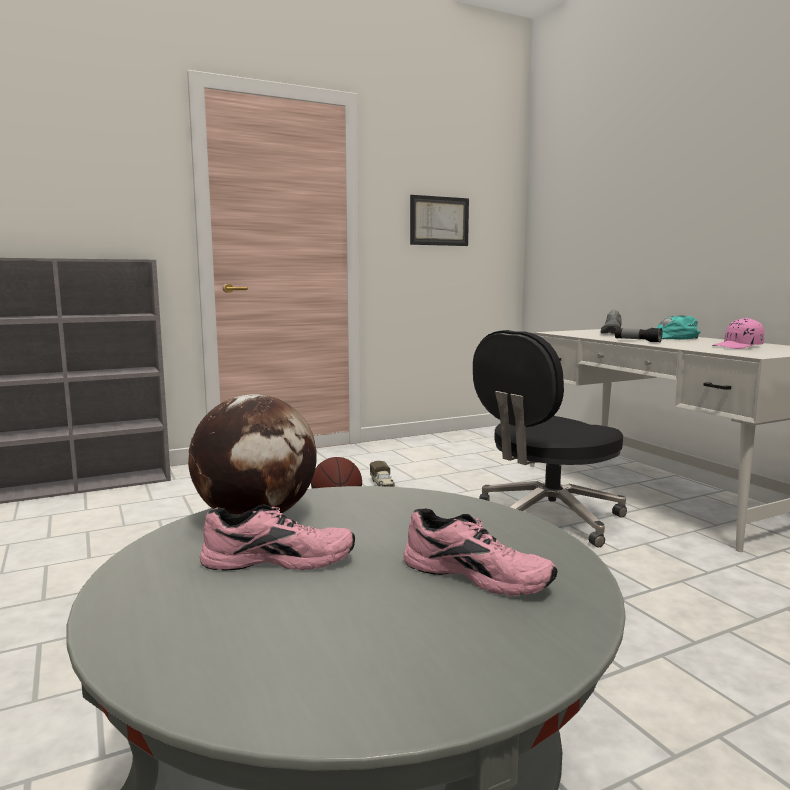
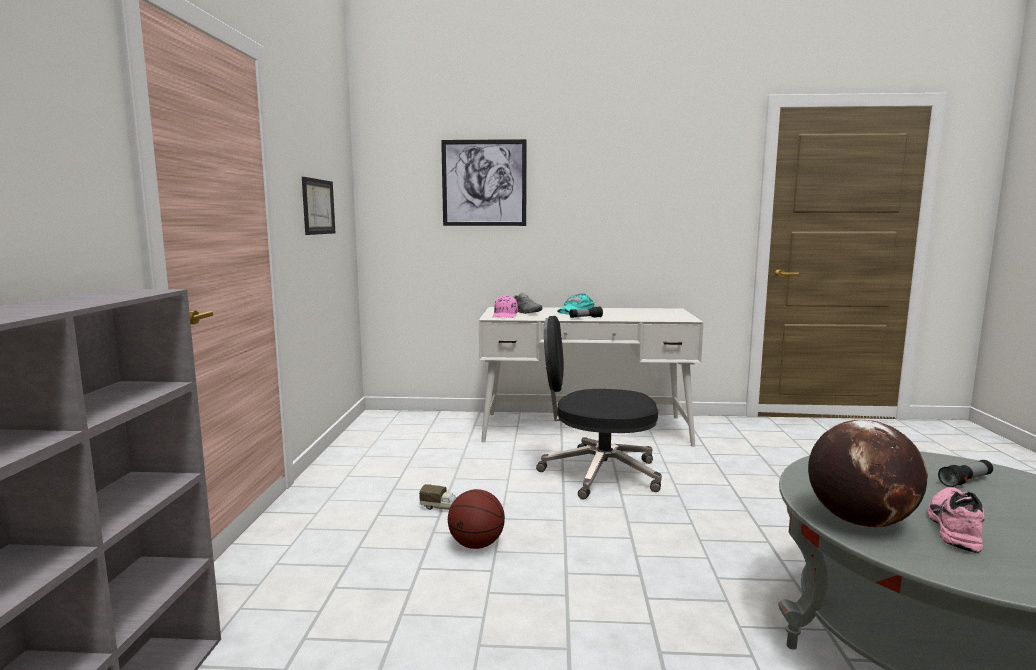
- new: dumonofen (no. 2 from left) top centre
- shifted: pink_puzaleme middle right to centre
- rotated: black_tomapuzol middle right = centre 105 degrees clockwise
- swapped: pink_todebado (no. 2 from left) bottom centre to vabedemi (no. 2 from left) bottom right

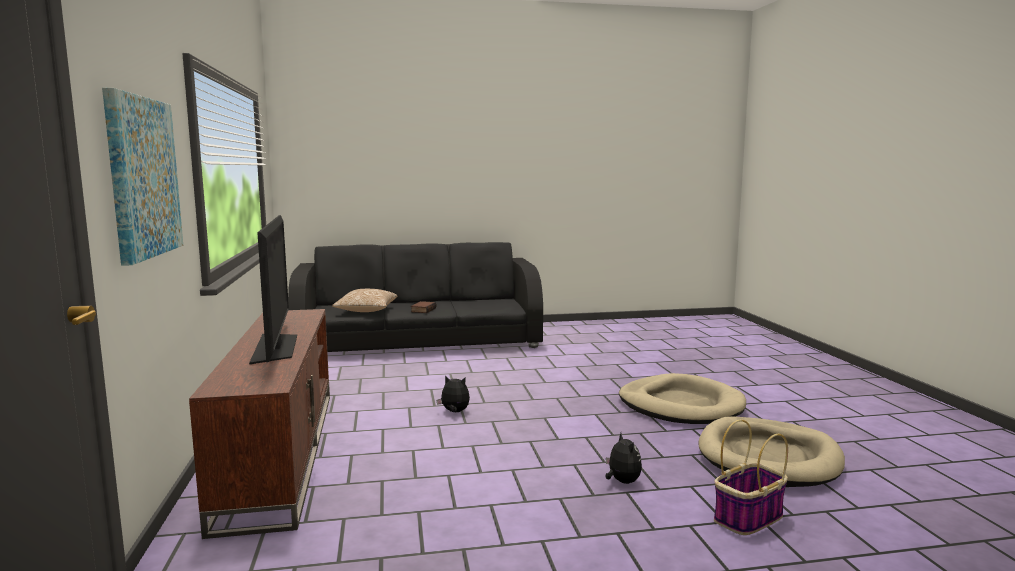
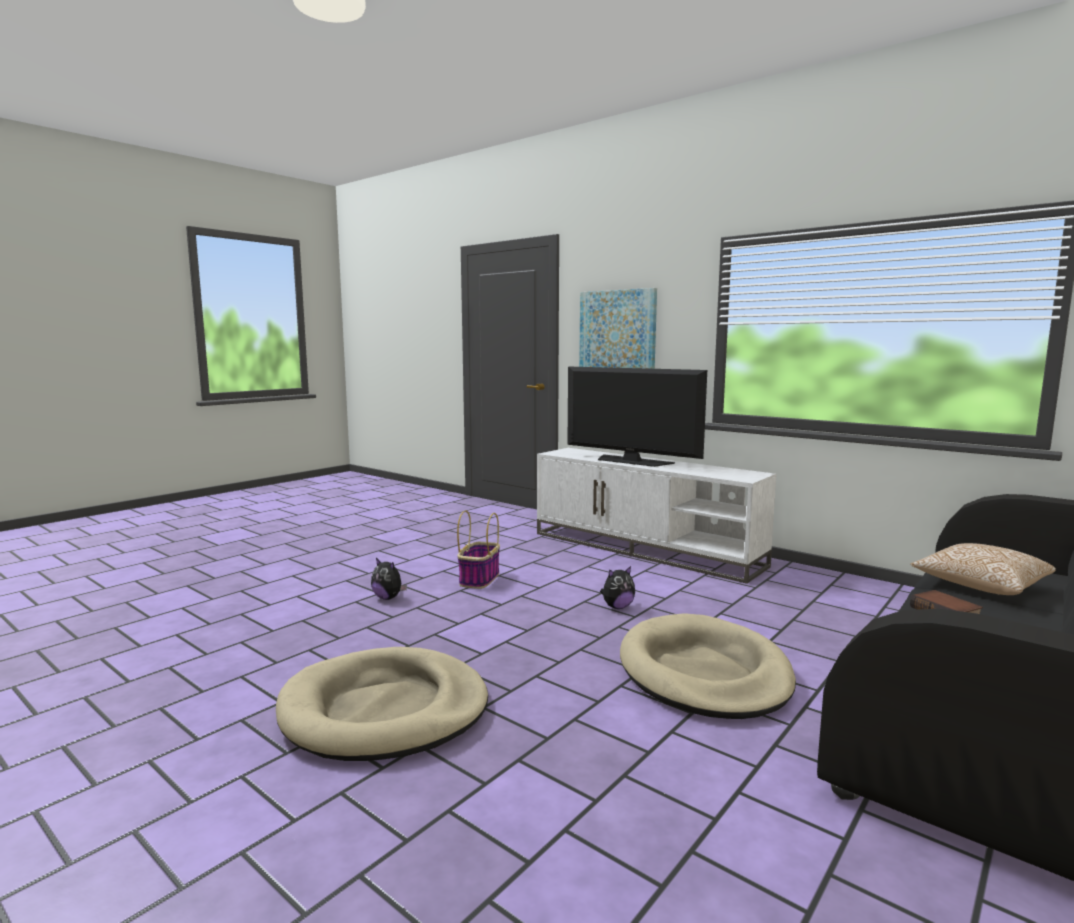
- shifted: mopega bottom right to centre
- repainted: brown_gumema bottom left to white_gumema centre
- shifted: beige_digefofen (no. 2 from left) bottom right to bottom centre

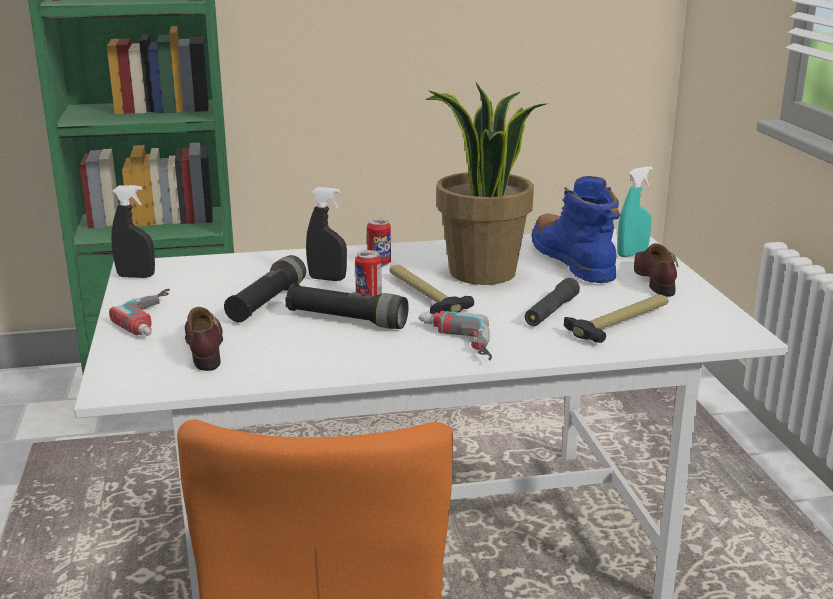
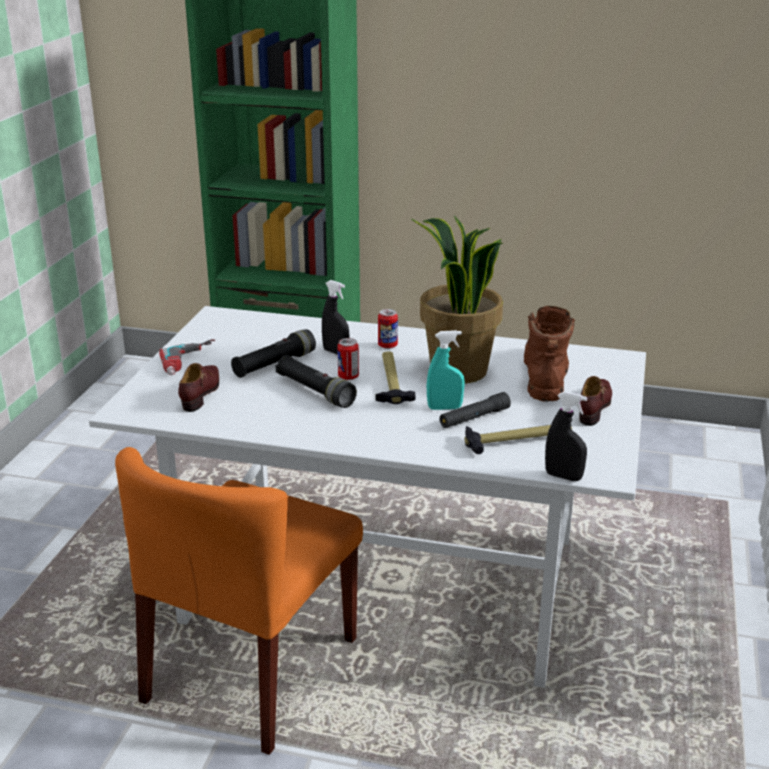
- shifted: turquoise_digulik middle right to centre
- repainted: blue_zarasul middle right to brown_zarasul middle right
- shifted: black_digulik (no. 1 from left in the first image) middle left to black_digulik (no. 2 from left) middle right
- gone: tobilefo (no. 2 from left) centre

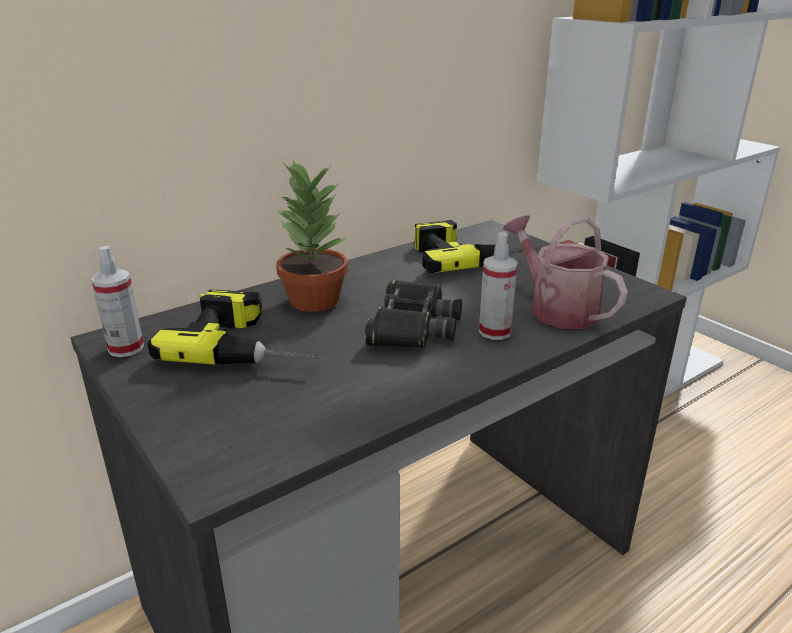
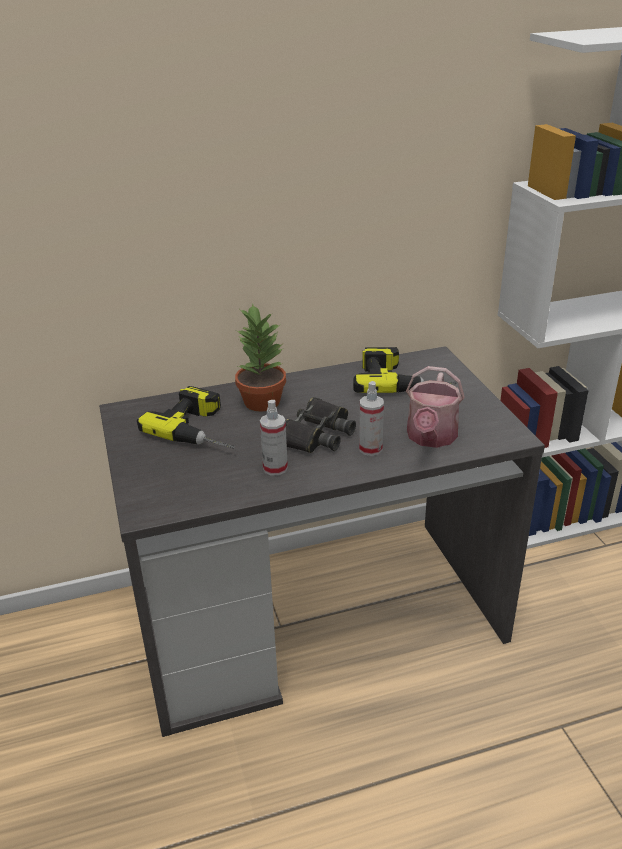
- shifted: digulik (no. 1 from left) middle left to centre
- rotated: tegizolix middle right = middle right 150 degrees counterclockwise

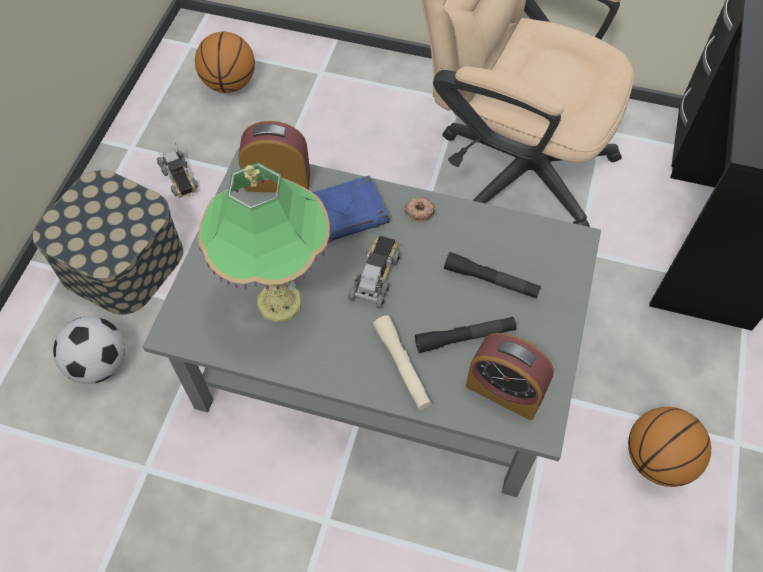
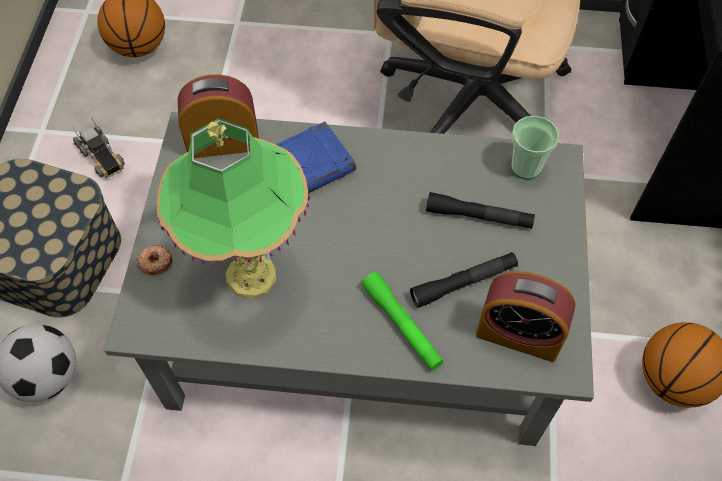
- shifted: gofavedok centre to middle left
- repainted: beige_vabedemi centre to green_vabedemi bottom centre
- new: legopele top right
- gone: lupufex (no. 2 from left) centre

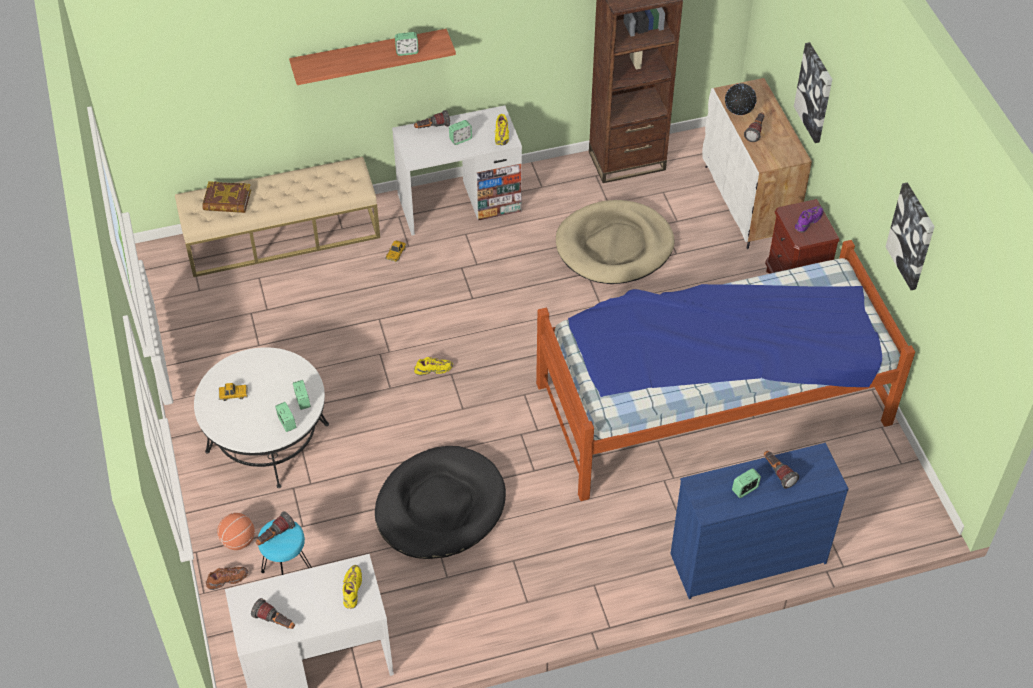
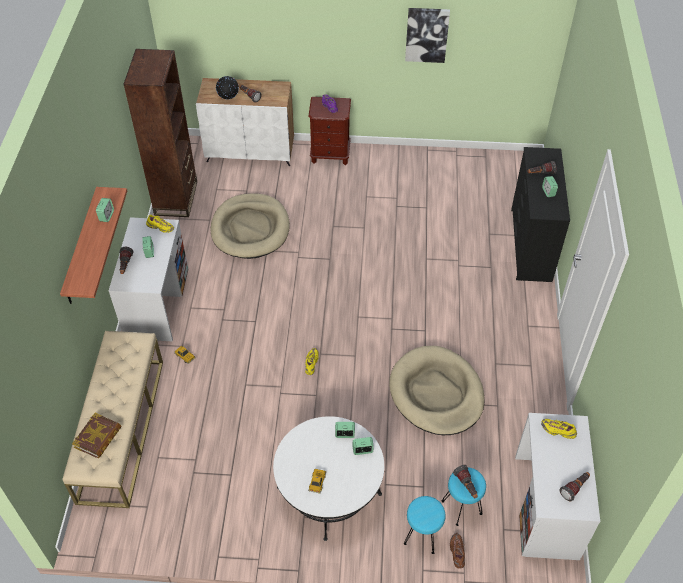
- repainted: black_digefofen bottom centre to beige_digefofen (no. 2 from left) bottom centre
- swapped: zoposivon bottom left to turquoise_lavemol (no. 1 from left) bottom centre
- repainted: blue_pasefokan bottom right to black_pasefokan middle right
- gone: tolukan middle right
- gone: dumonofen (no. 1 from left) top right

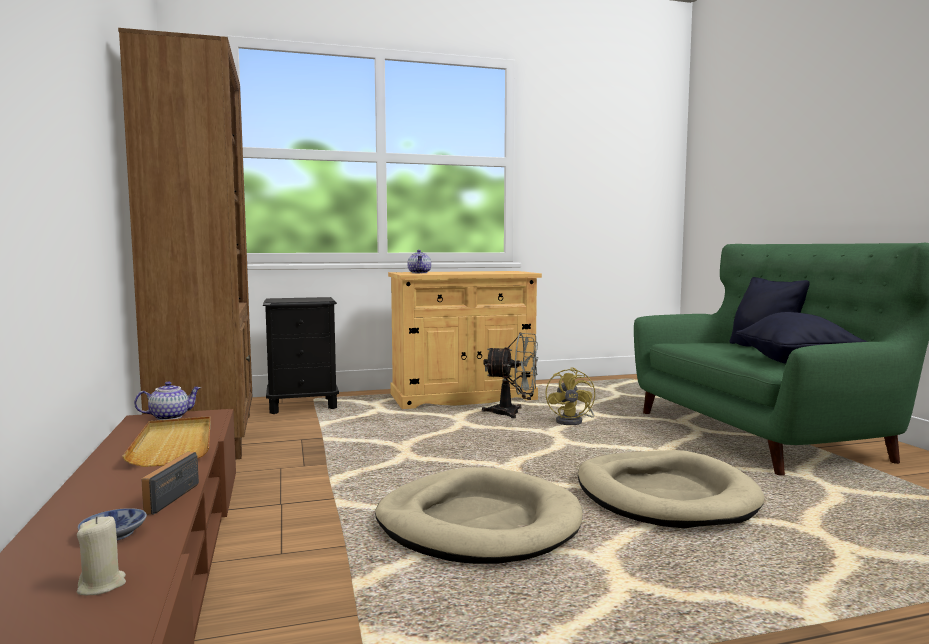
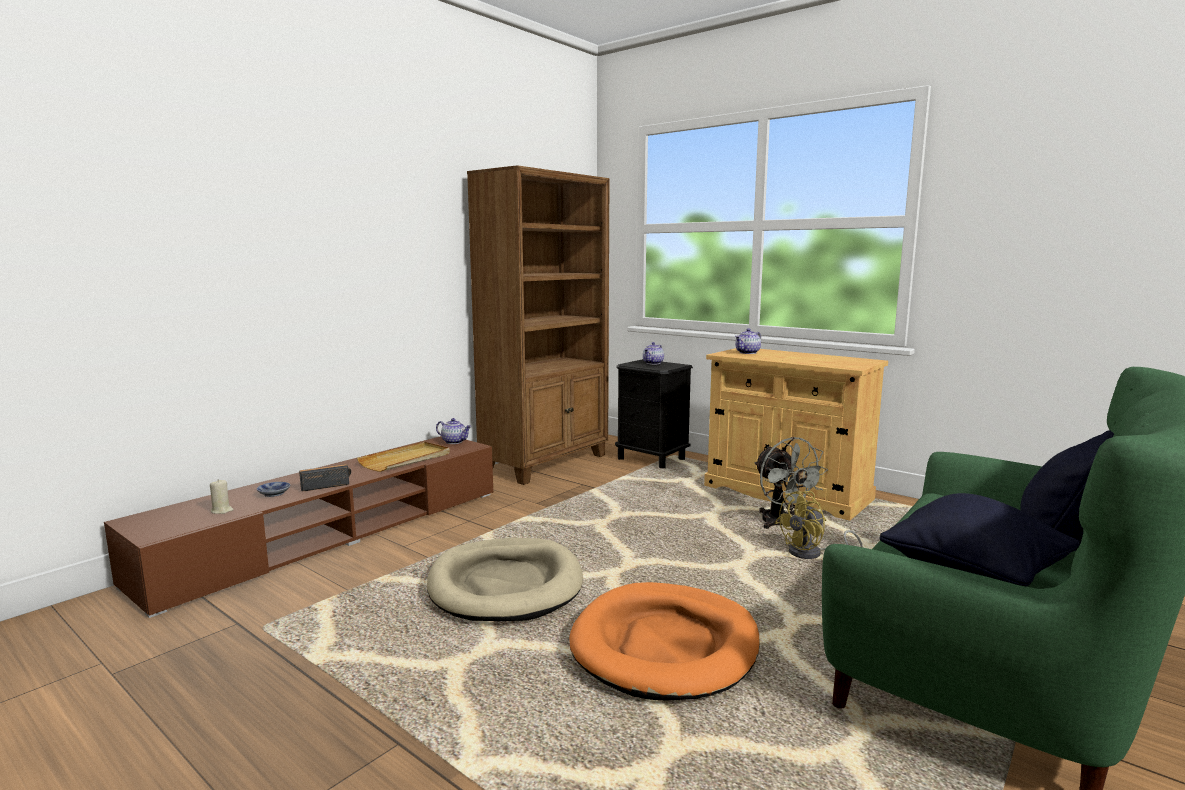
- repainted: beige_digefofen (no. 2 from left) bottom right to orange_digefofen bottom centre
- new: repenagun (no. 2 from left) centre

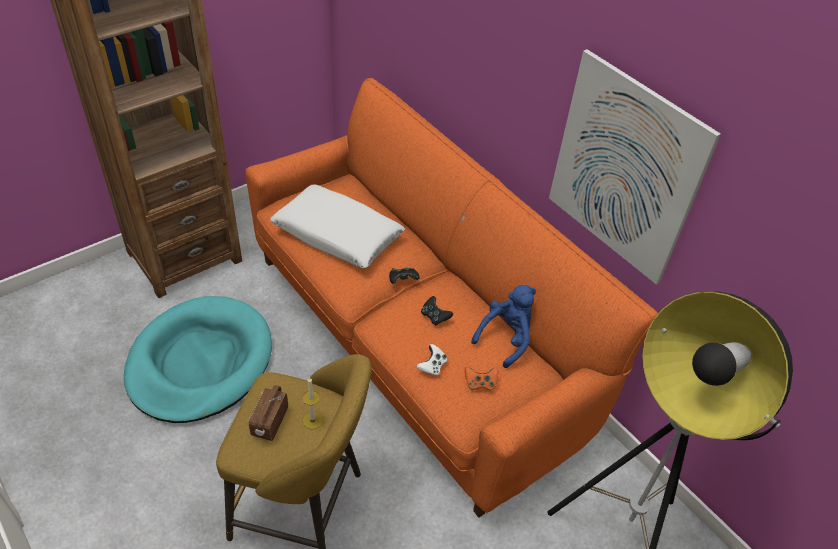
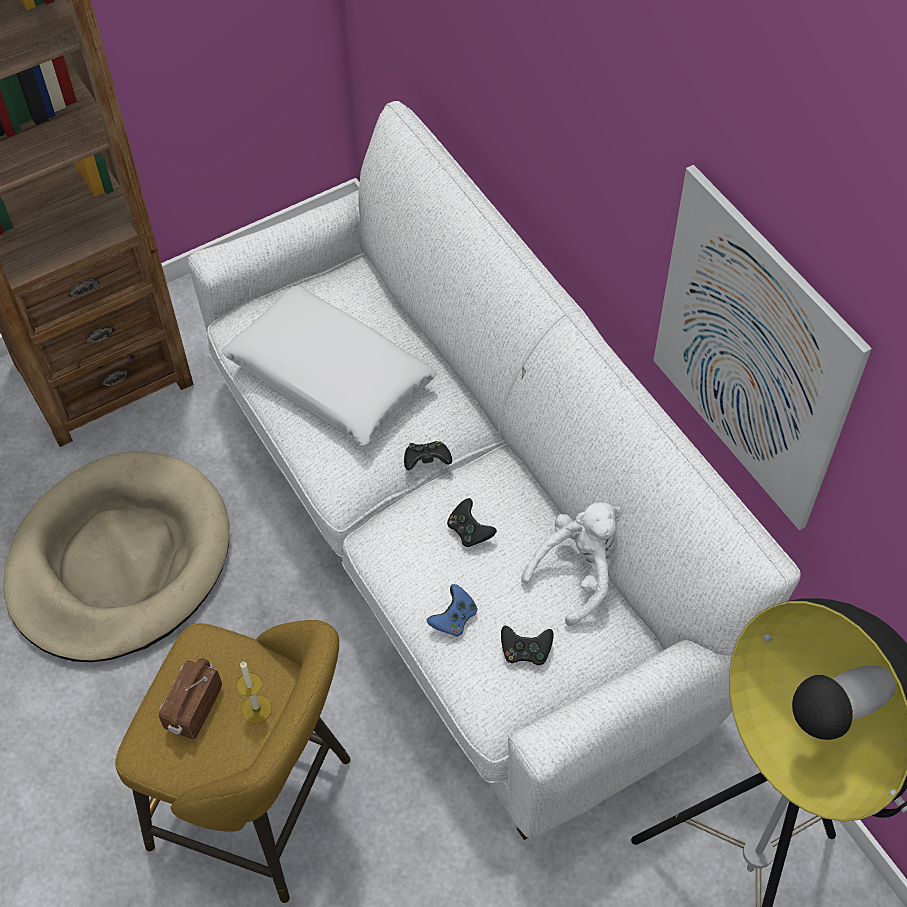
- repainted: turquoise_digefofen middle left to beige_digefofen middle left
- repainted: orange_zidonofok centre to white_zidonofok centre
- repainted: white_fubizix centre to blue_fubizix bottom centre
- repainted: orange_fubizix bottom centre to black_fubizix (no. 3 from left) bottom centre
- repainted: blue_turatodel centre to white_turatodel centre

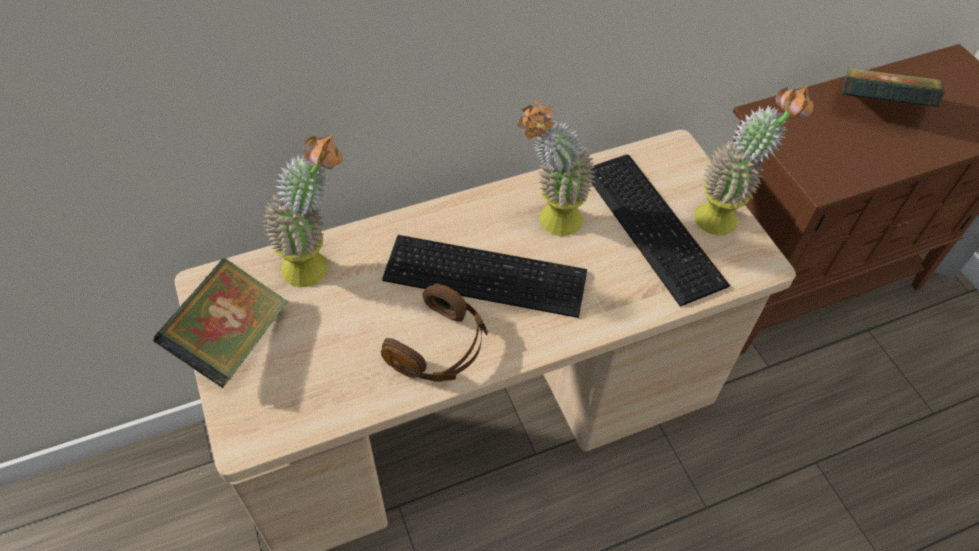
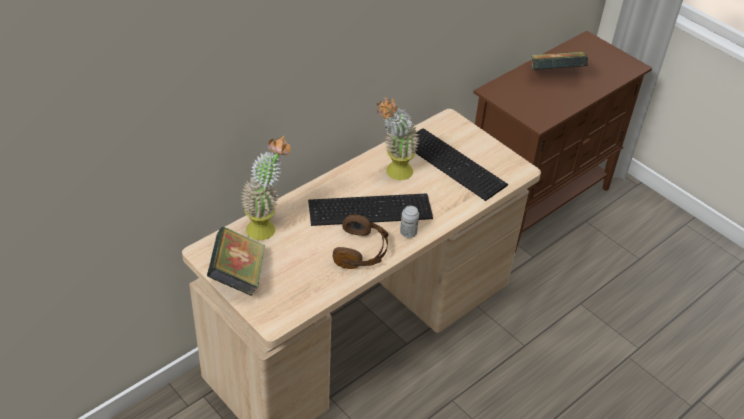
- new: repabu centre
- gone: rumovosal (no. 3 from left) top right

